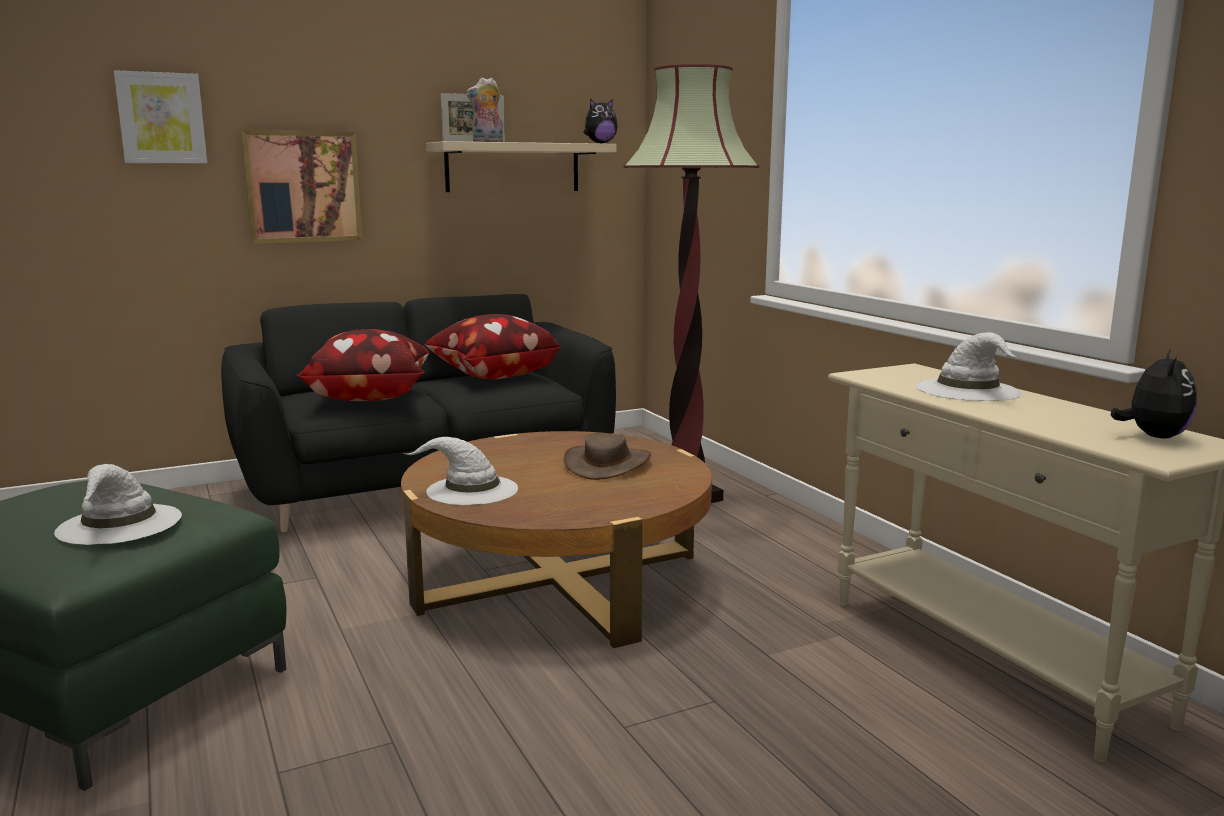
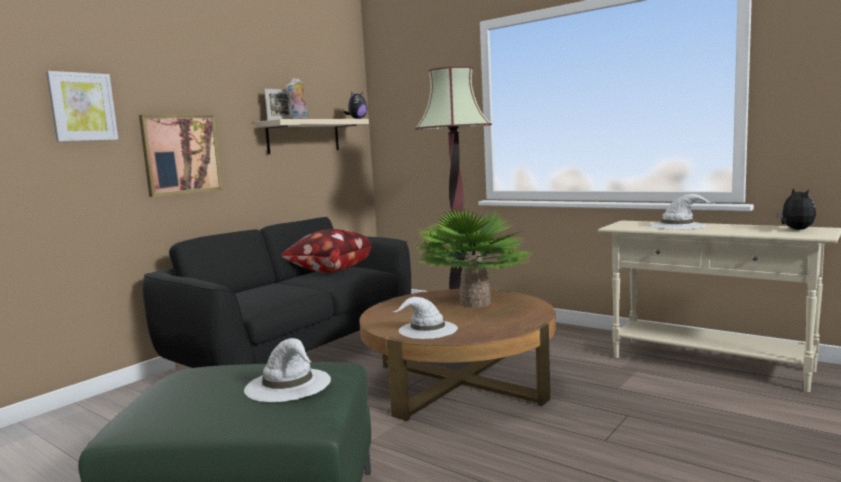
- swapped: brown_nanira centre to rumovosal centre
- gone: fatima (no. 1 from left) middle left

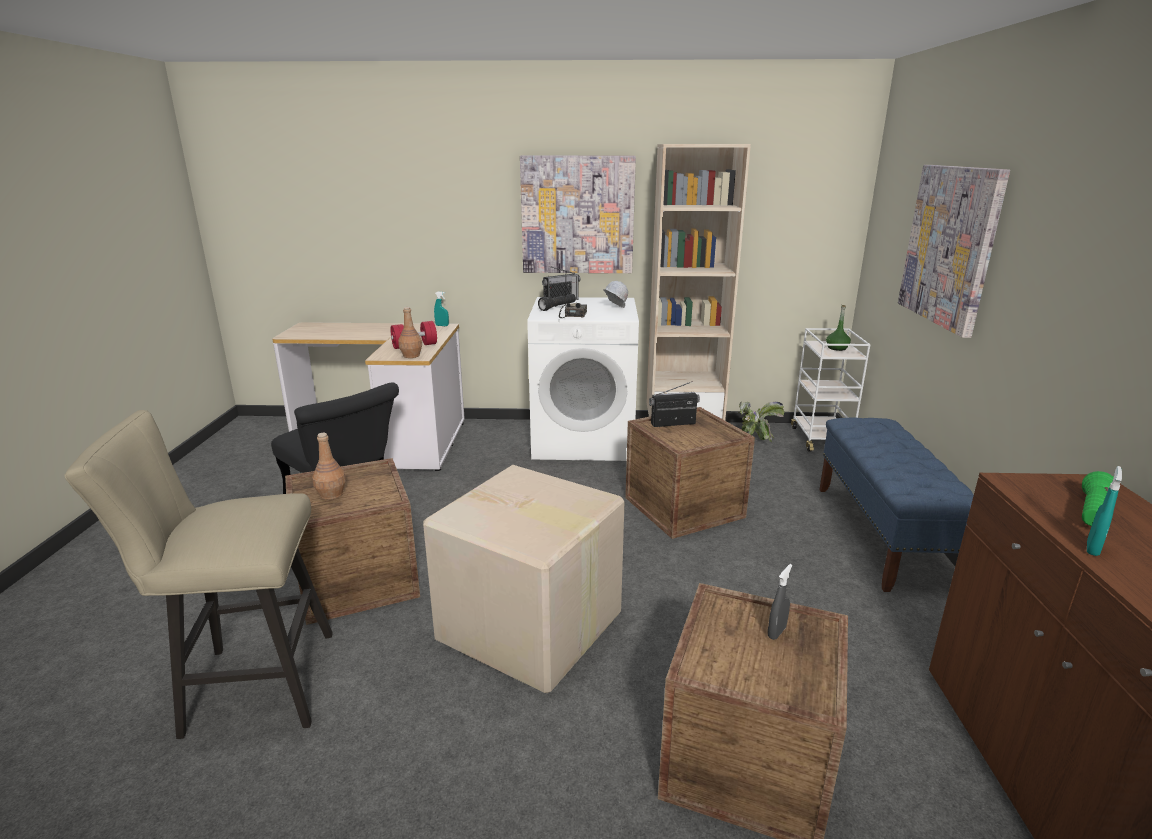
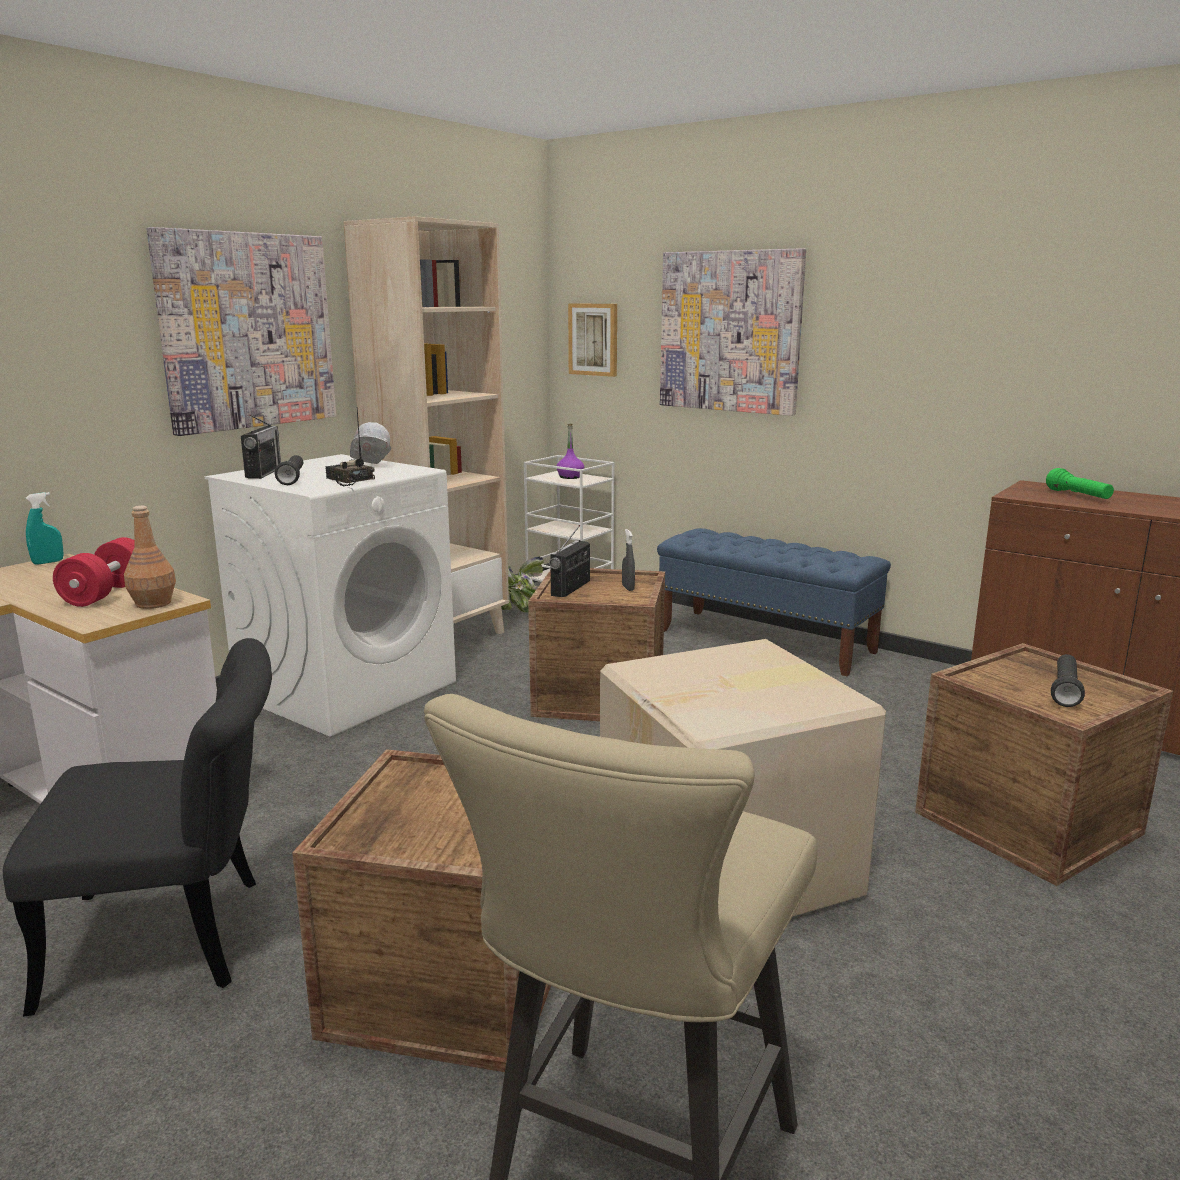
- repainted: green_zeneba middle right to purple_zeneba centre
- new: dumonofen (no. 2 from left) top centre
- shifted: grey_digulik bottom right to centre
- new: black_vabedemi (no. 2 from left) middle right
- gone: brown_zeneba (no. 1 from left) middle left
- gone: turquoise_digulik (no. 2 from left) middle right

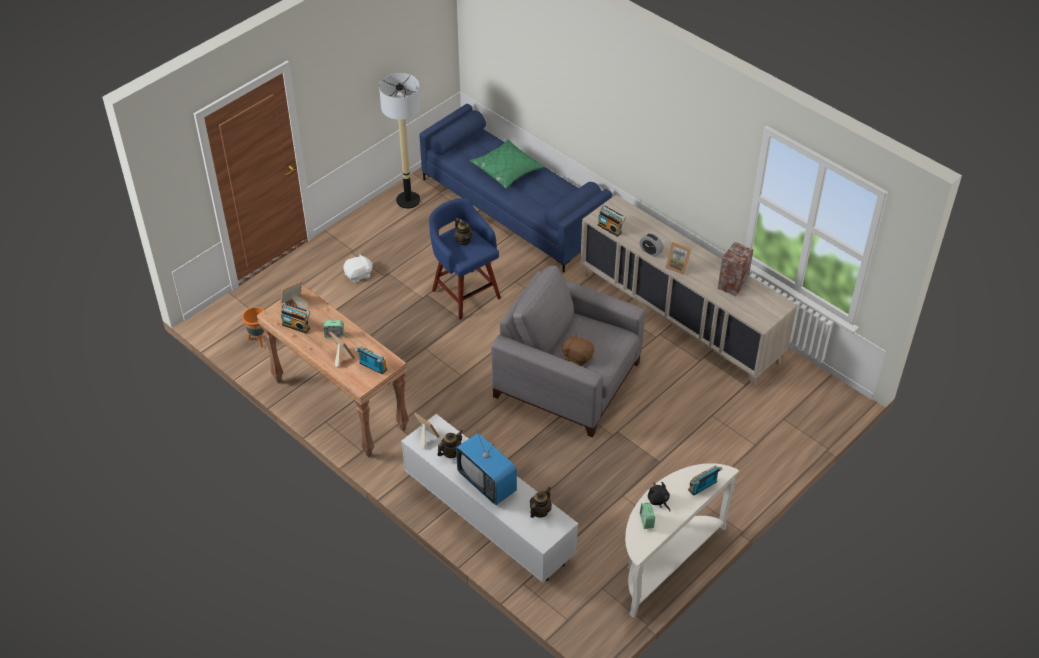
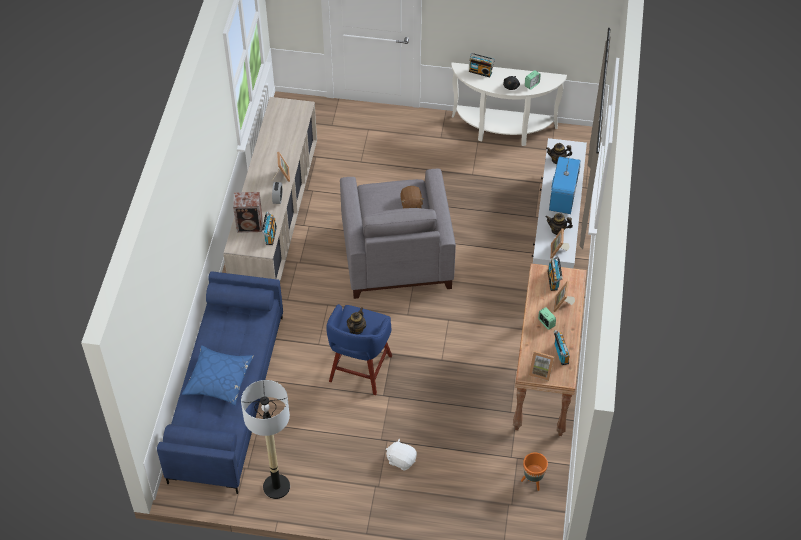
- repainted: green_fatima top centre to blue_fatima bottom left
- shifted: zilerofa middle right to middle left

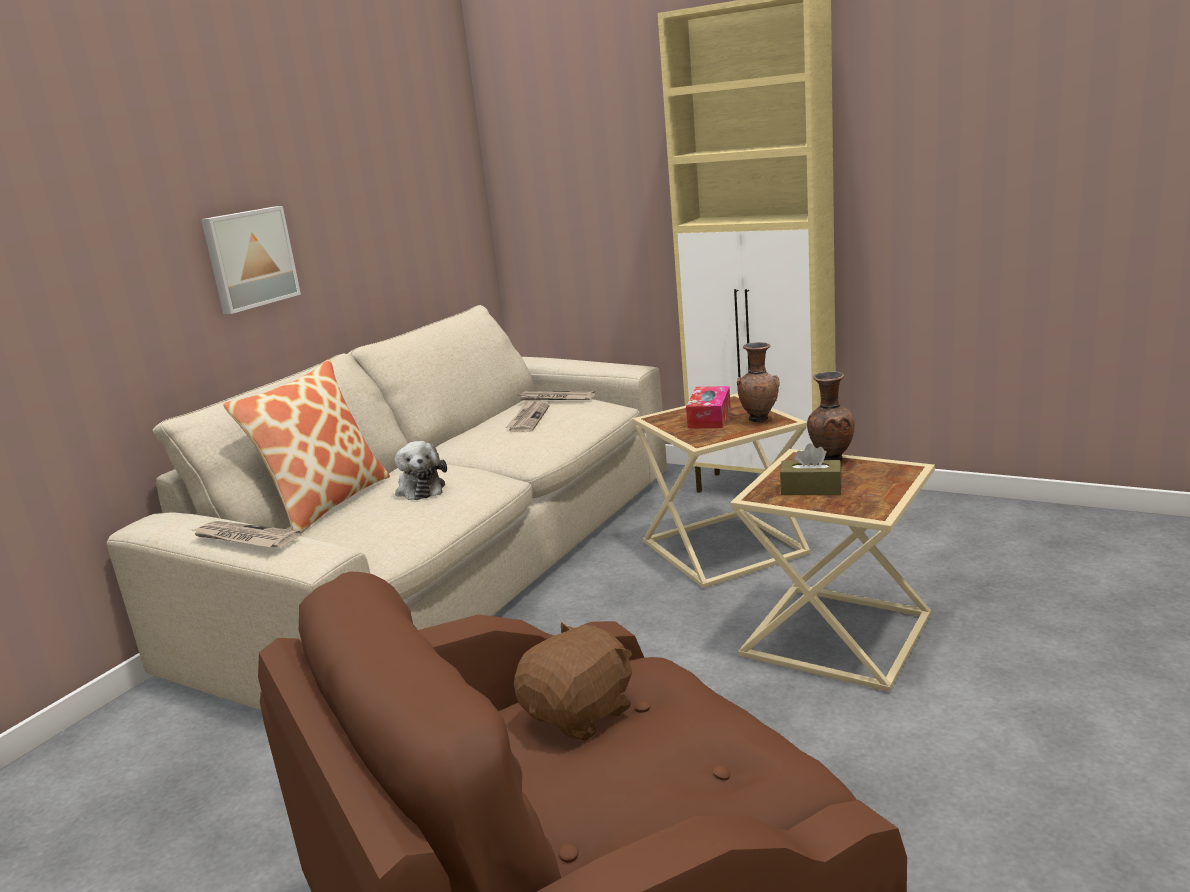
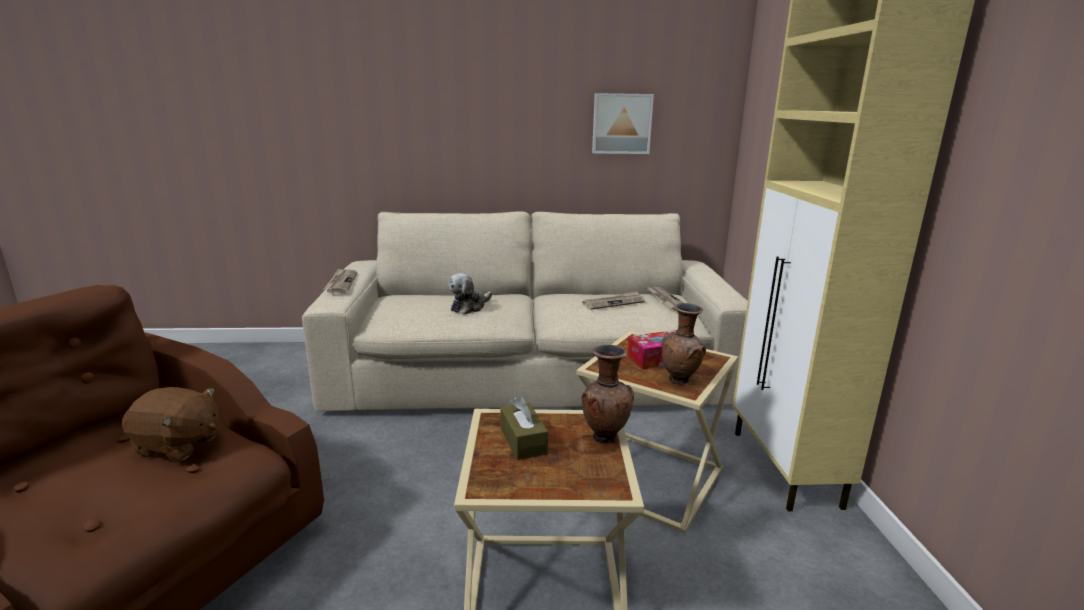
- shifted: dumonofen top left to top centre
- gone: fatima middle left

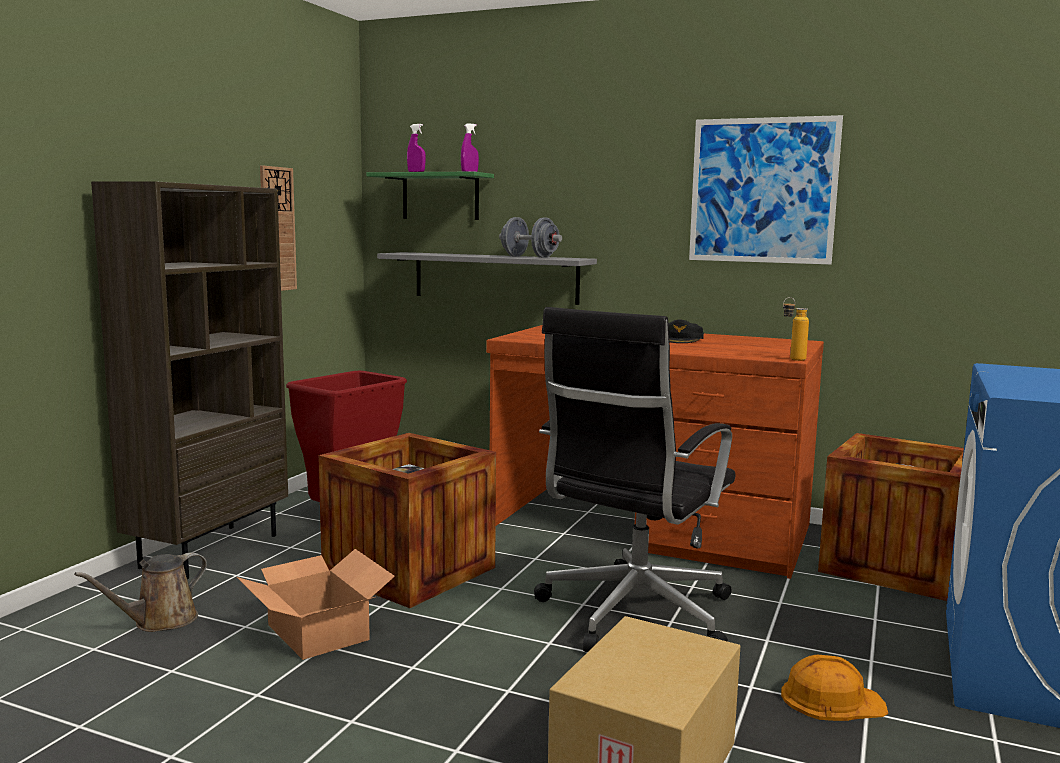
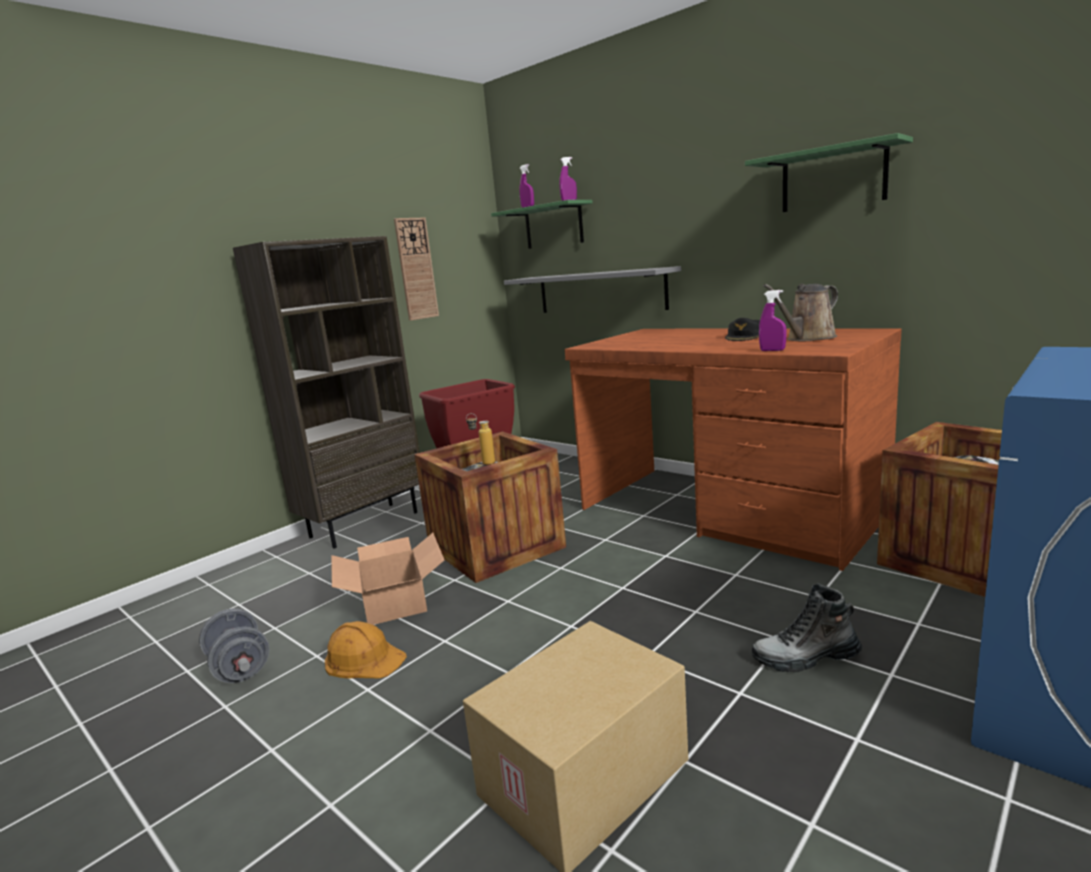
- shifted: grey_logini top centre to bottom left
- shifted: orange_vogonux bottom right to bottom centre
- shifted: zeneba middle right to centre
- swapped: dumonofen top right to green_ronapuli (no. 2 from left) top right
- new: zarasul bottom right
- new: purple_digulik (no. 3 from left) middle right
- shifted: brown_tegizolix bottom left to middle right
- gone: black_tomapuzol centre

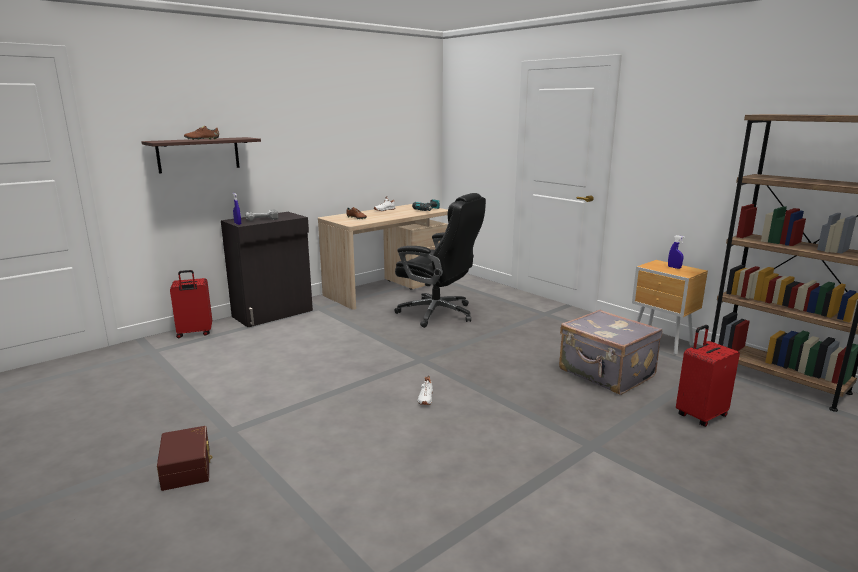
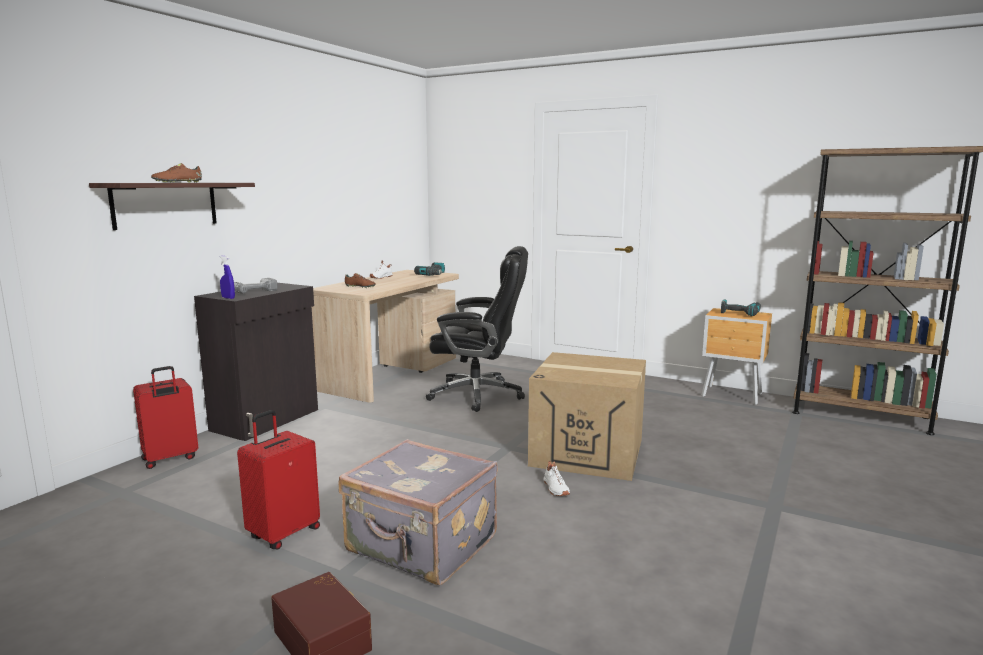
- shifted: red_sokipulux (no. 2 from left) middle right to bottom left
- shifted: grey_sokipulux middle right to bottom centre
- new: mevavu centre
- swapped: blue_digulik (no. 2 from left) middle right to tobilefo (no. 3 from left) middle right

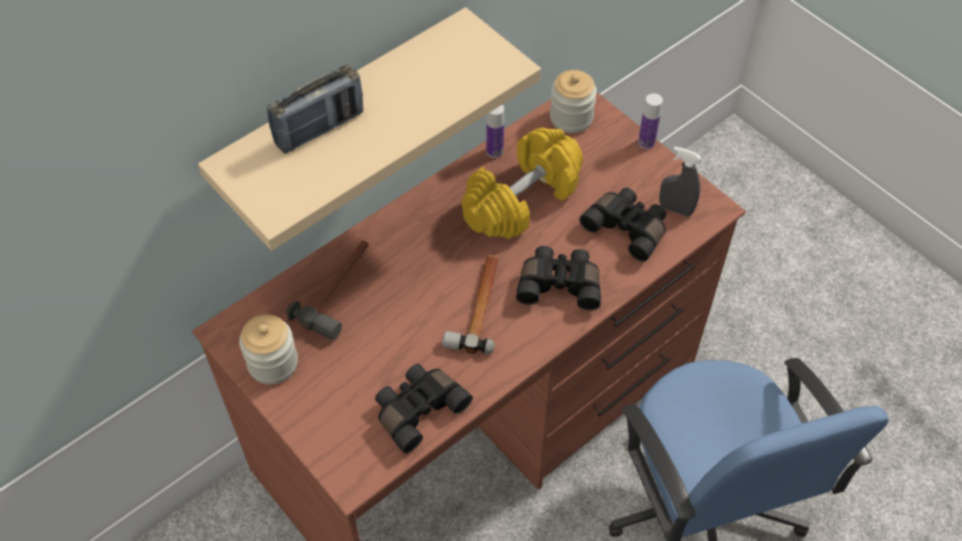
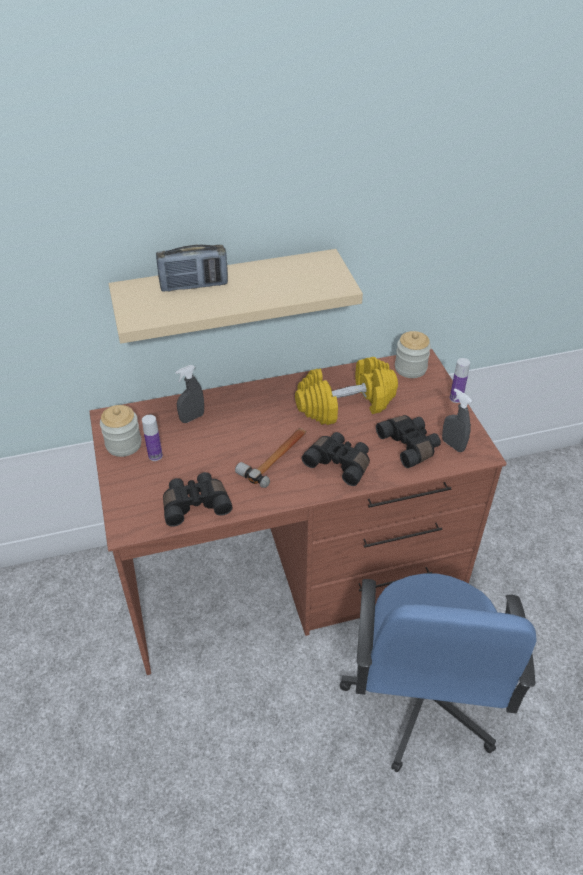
- shifted: zeneba (no. 1 from left) top centre to middle left
- swapped: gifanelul (no. 1 from left) centre to grey_digulik (no. 1 from left) middle left

